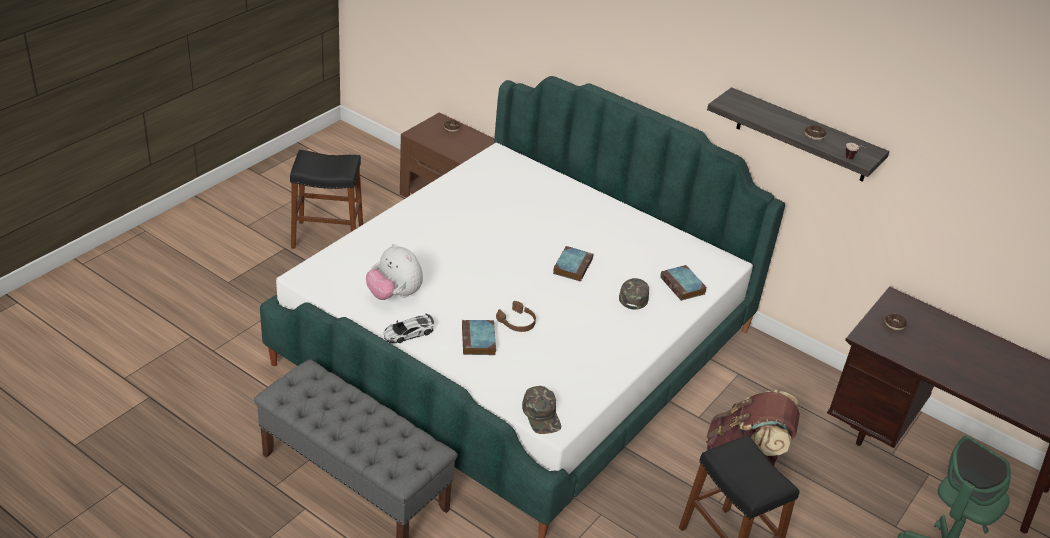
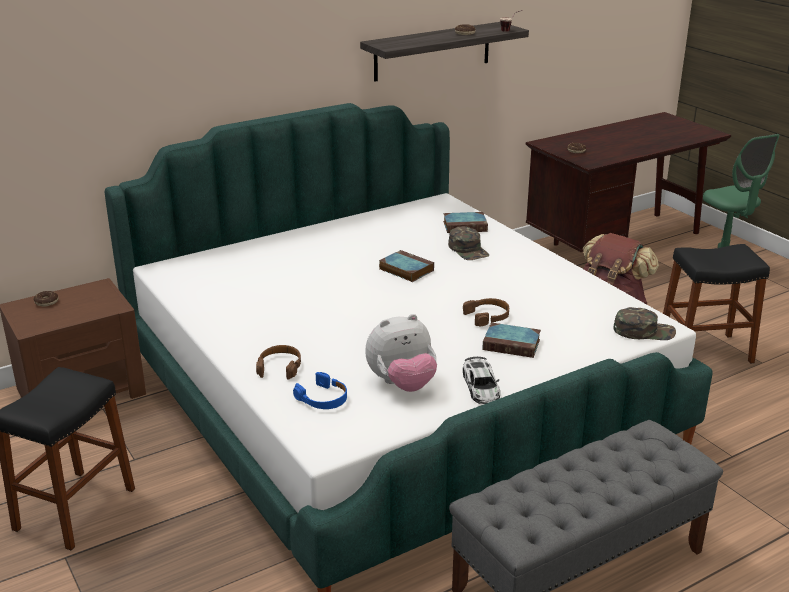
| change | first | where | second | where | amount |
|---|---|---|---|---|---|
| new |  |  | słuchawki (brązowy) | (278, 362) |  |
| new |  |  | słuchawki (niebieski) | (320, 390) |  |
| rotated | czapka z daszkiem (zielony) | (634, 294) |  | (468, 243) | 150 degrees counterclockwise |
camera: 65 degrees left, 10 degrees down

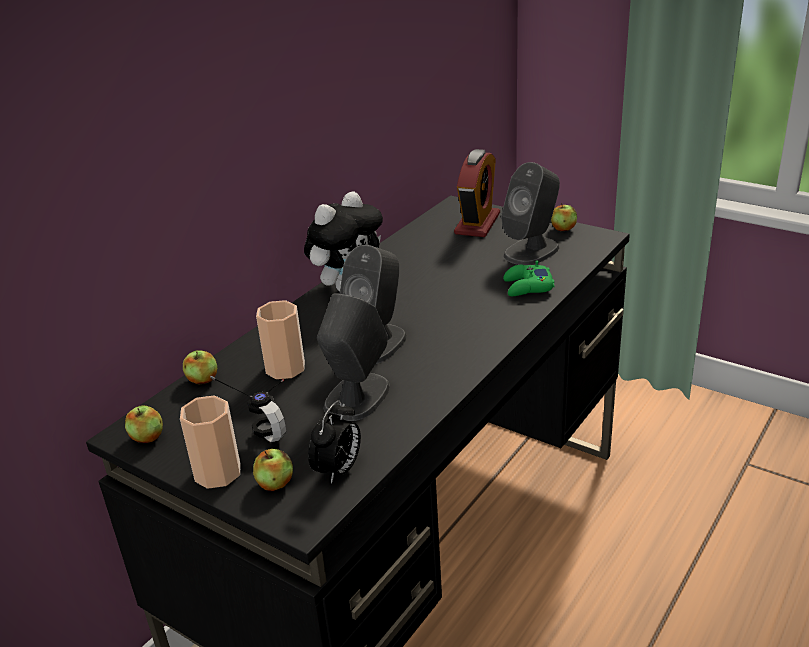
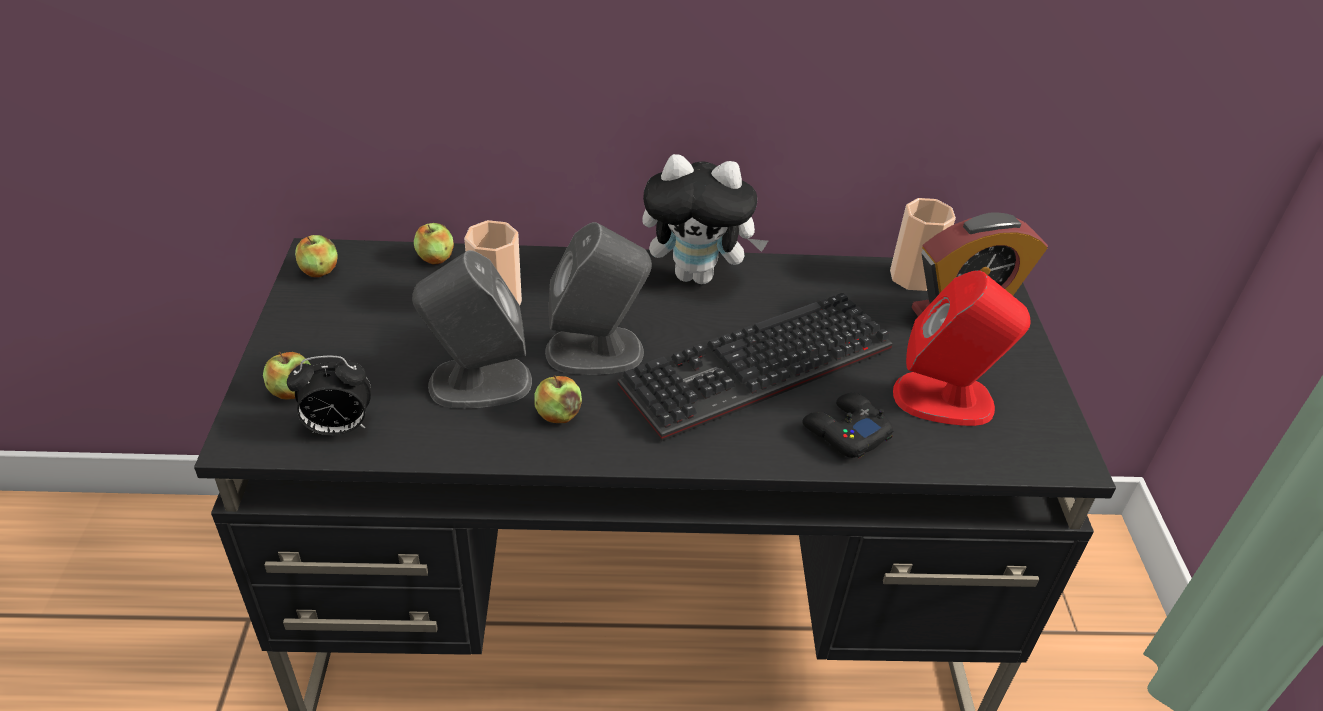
| change | first | where | second | where | amount |
|---|---|---|---|---|---|
| gone | słuchawki | (248, 409) |  |  |  |
| new |  |  | klawiatura | (755, 367) |  |
| shifted | filiżanka | (210, 442) |  | (923, 244) |  |
| shifted | jabłko | (564, 217) |  | (558, 399) |  |
| repainted | głośnik (szary) | (530, 213) | głośnik (czerwony) | (962, 348) |  |
| repainted | pad do gier (zielony) | (529, 278) | pad do gier (czarny) | (848, 425) |  |
camera: 50 degrees right, 10 degrees up

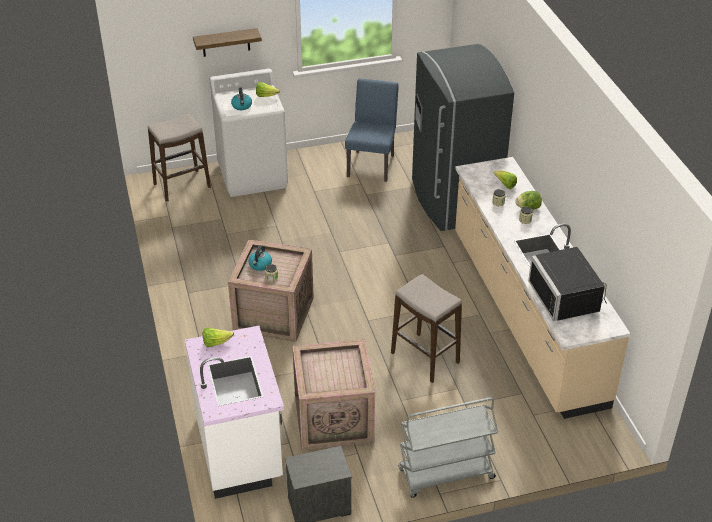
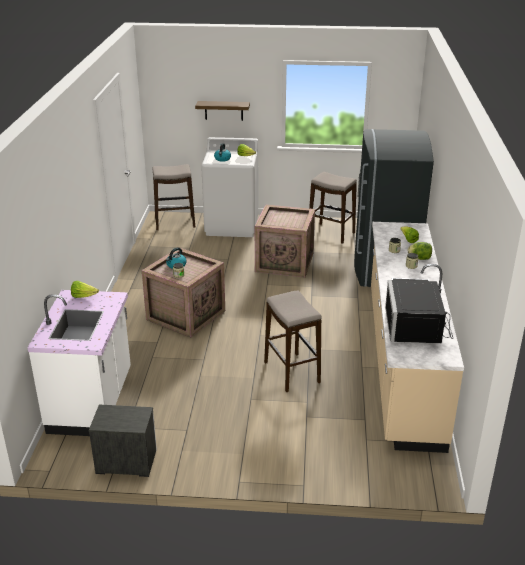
| change | first | where | second | where | amount |
|---|---|---|---|---|---|
| gone | wózek (szary) | (448, 447) |  |  |  |
| shifted | skrzynka | (333, 394) |  | (285, 241) |  |
| swapped | krzesło (niebieski) | (372, 130) | stołek | (333, 208) |  |
camera: 20 degrees right, 10 degrees down

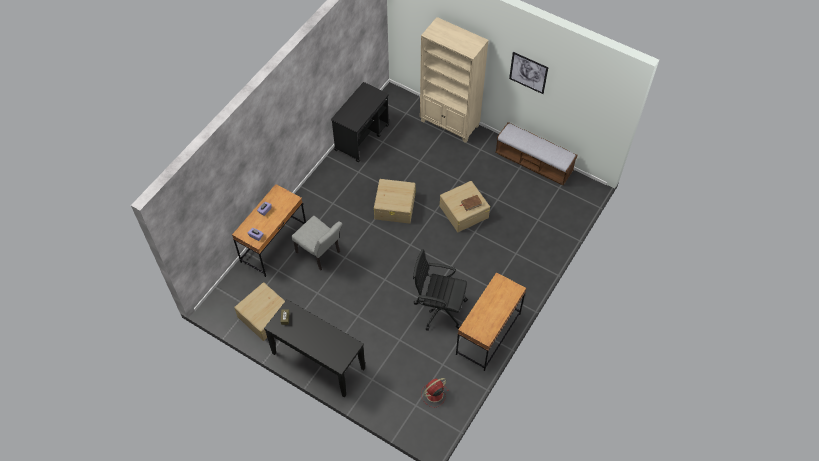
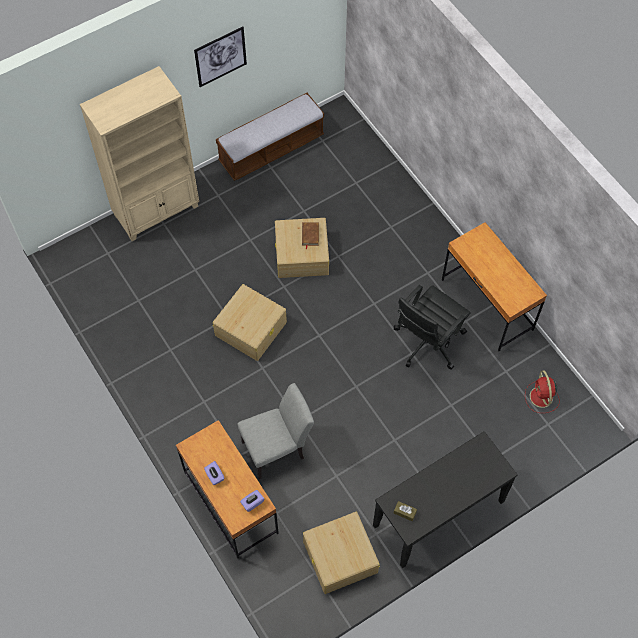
| change | first | where | second | where | amount |
|---|---|---|---|---|---|
| gone | wózek (czarny) | (360, 122) |  |  |  |
camera: 65 degrees left, 5 degrees up

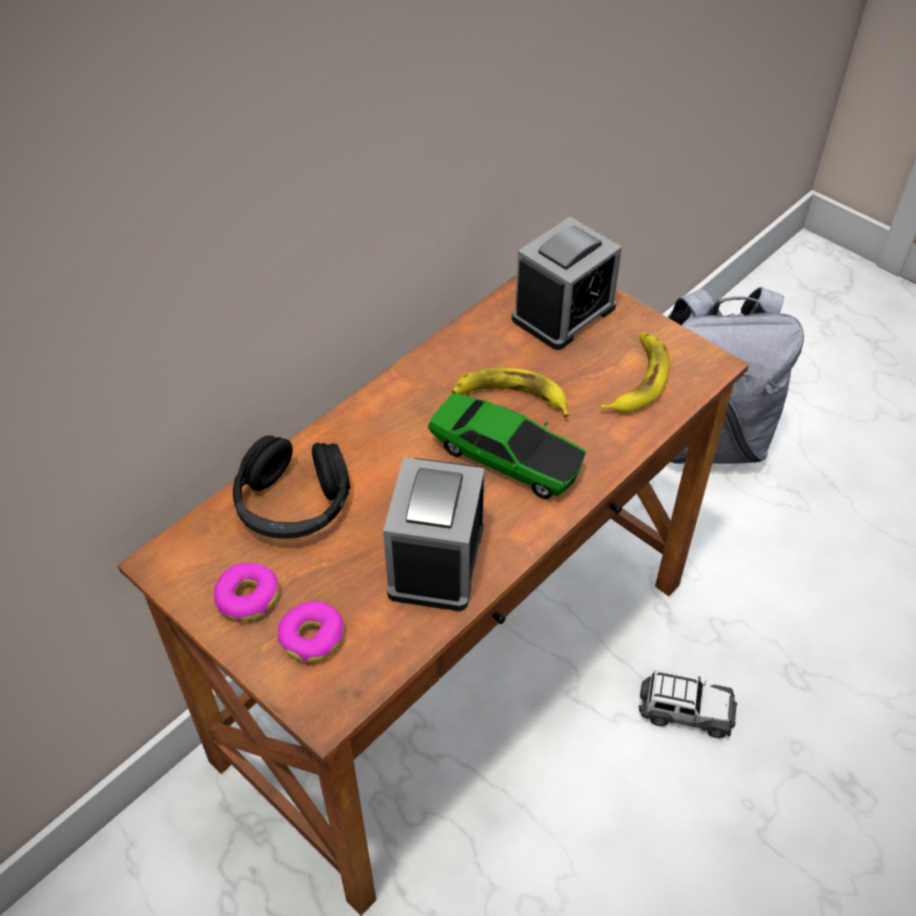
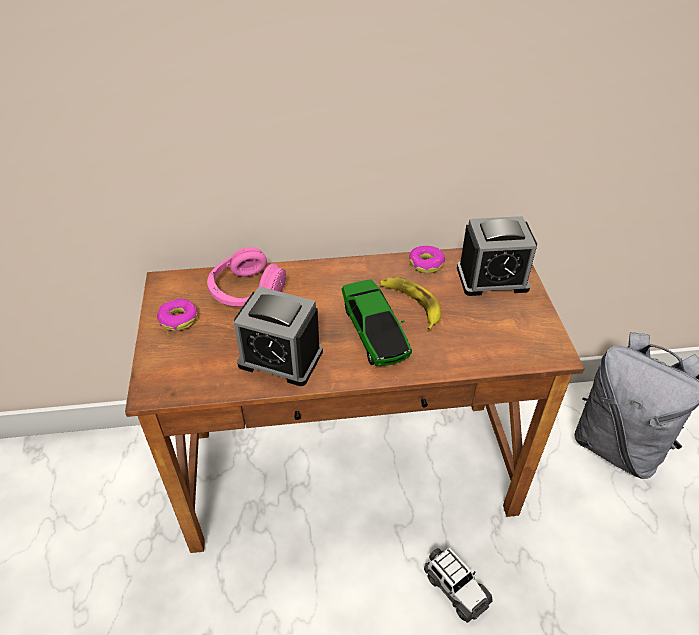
| change | first | where | second | where | amount |
|---|---|---|---|---|---|
| gone | banan | (634, 373) |  |  |  |
| shifted | donut | (311, 632) |  | (427, 259) |  |
| repainted | słuchawki (czarny) | (291, 487) | słuchawki (różowy) | (246, 276) |  |
| rotated | budzik | (434, 534) |  | (278, 336) | 120 degrees counterclockwise |
camera: 40 degrees right, 5 degrees down

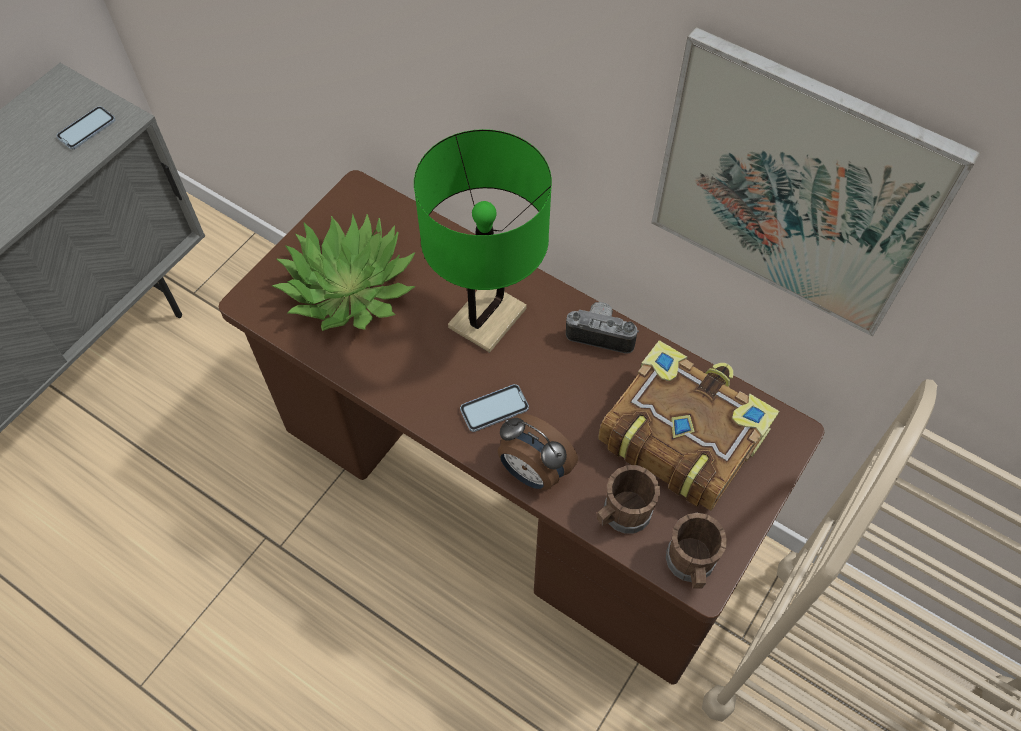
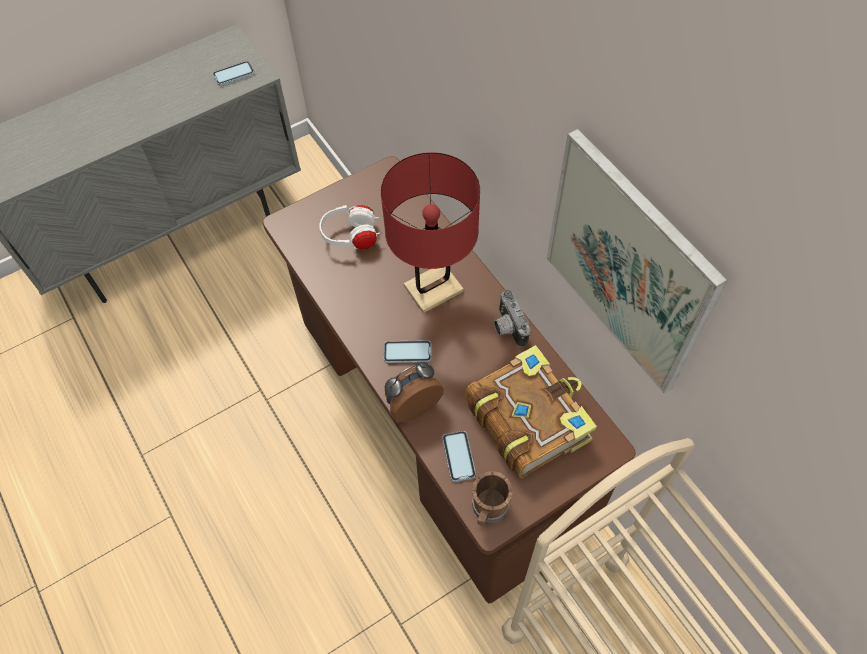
| change | first | where | second | where | amount |
|---|---|---|---|---|---|
| swapped | roślina doniczkowa | (343, 272) | słuchawki (biały) | (349, 227) |  |
| swapped | kubek (brązowy) | (628, 499) | telefon | (459, 456) |  |
| repainted | lampa stołowa (zielony) | (483, 241) | lampa stołowa (czerwony) | (430, 232) |  |
| rotated | budzik | (538, 452) |  | (414, 392) | 90 degrees clockwise |
| rotated | aparat fotograficzny | (602, 328) |  | (512, 318) | 150 degrees counterclockwise |
camera: 25 degrees right, 0 degrees up

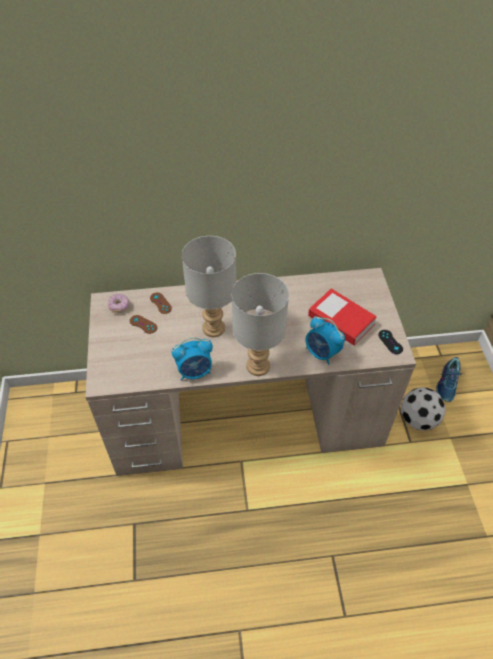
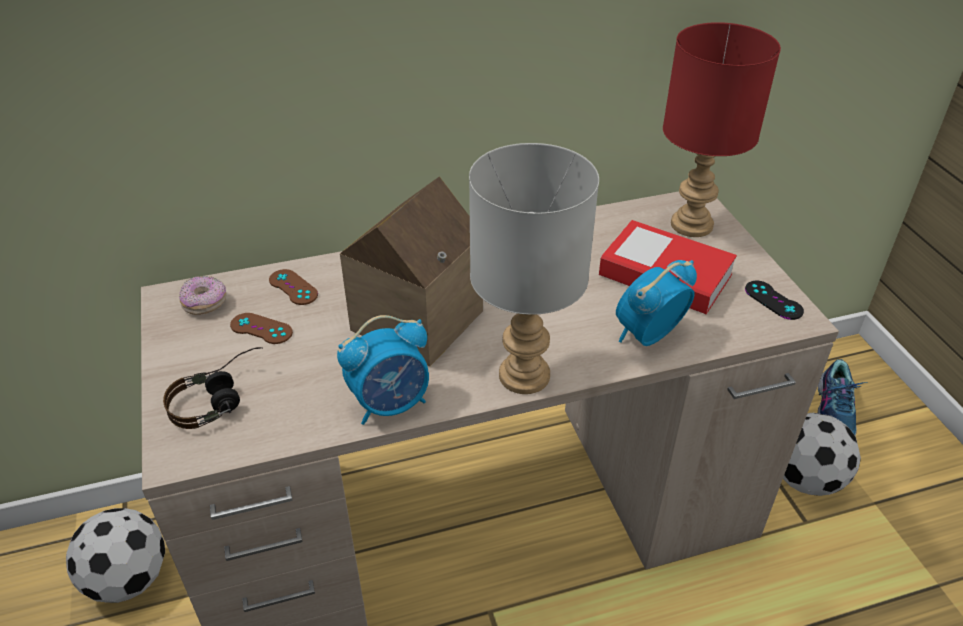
| change | first | where | second | where | amount |
|---|---|---|---|---|---|
| new |  |  | piłka futbolowa | (115, 555) |  |
| new |  |  | słuchawki | (213, 388) |  |
| new |  |  | lampa stołowa (czerwony) | (722, 129) |  |
| swapped | lampa stołowa (szary) | (209, 286) | domek | (411, 271) |  |
| rotated | budzik | (325, 340) |  | (656, 303) | 105 degrees clockwise |
camera: 10 degrees left, 10 degrees down

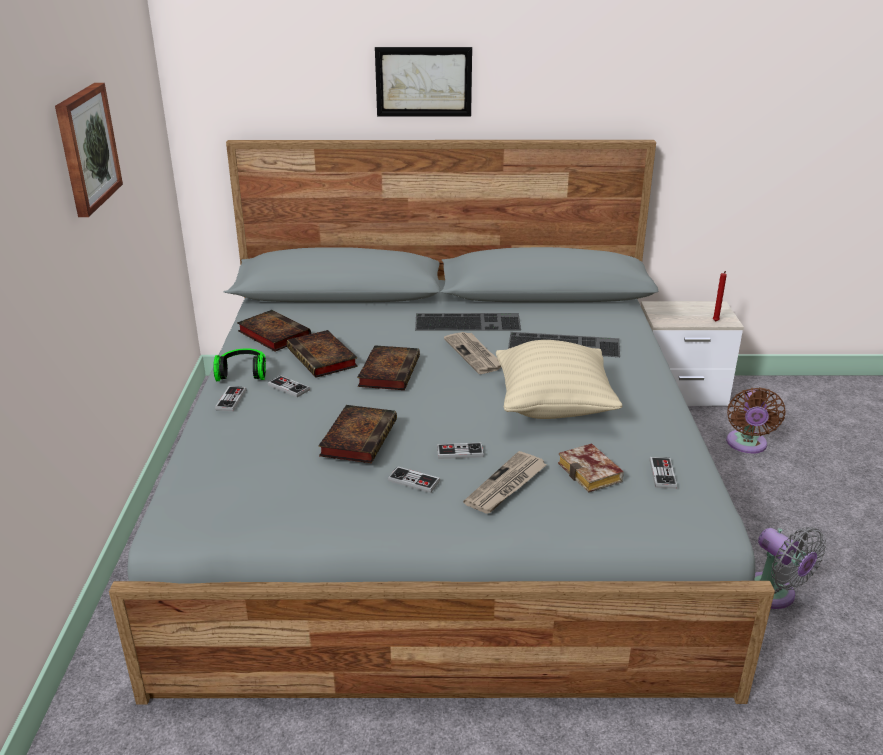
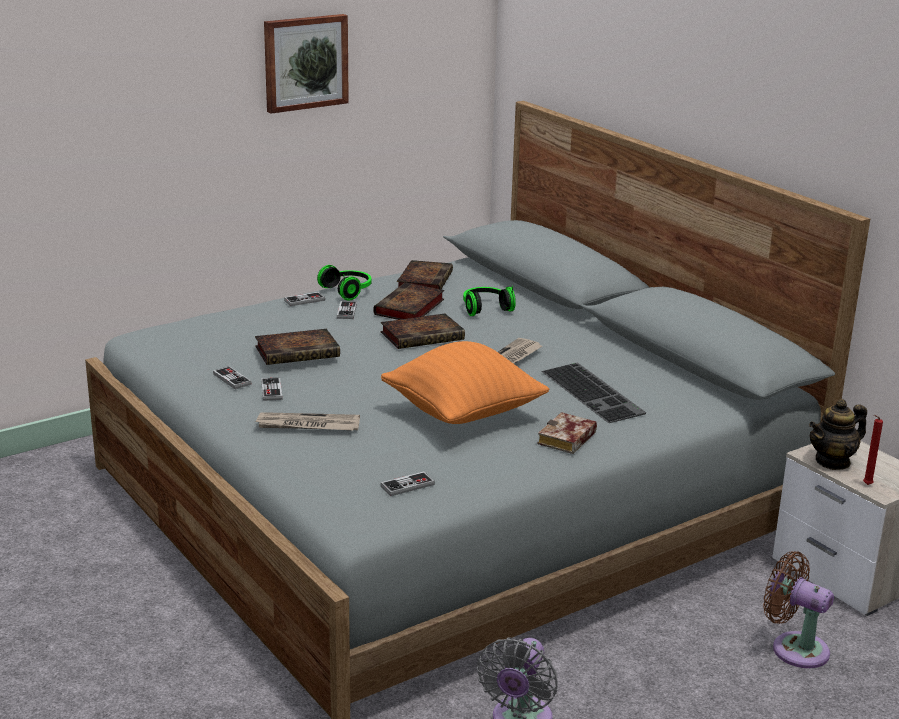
| change | first | where | second | where | amount |
|---|---|---|---|---|---|
| gone | obraz | (423, 82) |  |  |  |
| gone | klawiatura | (468, 321) |  |  |  |
| new |  |  | słuchawki | (489, 301) |  |
| new |  |  | imbryk | (838, 434) |  |
| shifted | pad do gier | (460, 451) |  | (232, 377) |  |
| shifted | książka | (591, 468) |  | (567, 433) |  |
| repainted | poduszka (beżowy) | (559, 379) | poduszka (pomarańczowy) | (465, 382) |  |
| rotated | wentylator (brązowy) | (755, 420) |  | (798, 609) | 60 degrees clockwise |
camera: 55 degrees right, 5 degrees down

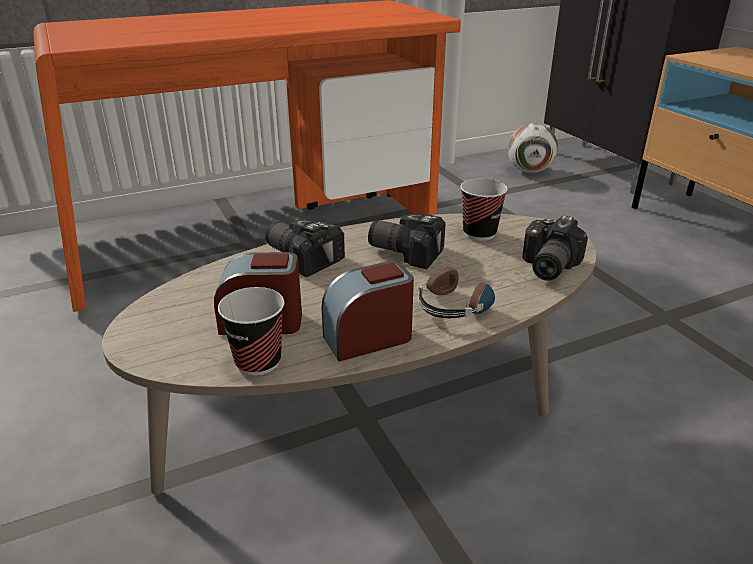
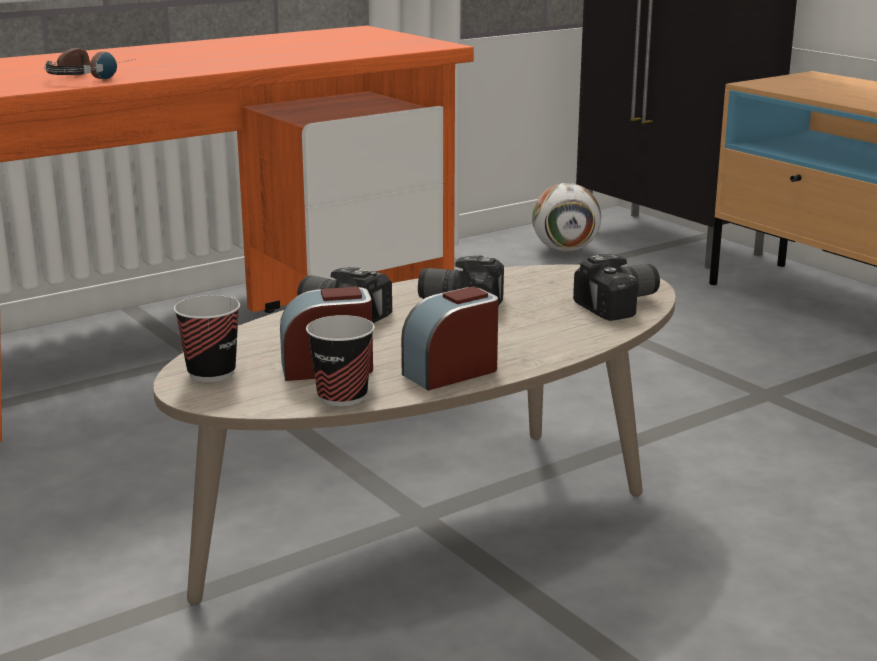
| change | first | where | second | where | amount |
|---|---|---|---|---|---|
| shifted | słuchawki | (461, 292) |  | (90, 63) |  |
| shifted | filiżanka | (484, 209) |  | (207, 338) |  |
| rotated | aparat fotograficzny | (555, 248) |  | (616, 287) | 135 degrees counterclockwise |
camera: 10 degrees left, 10 degrees down

